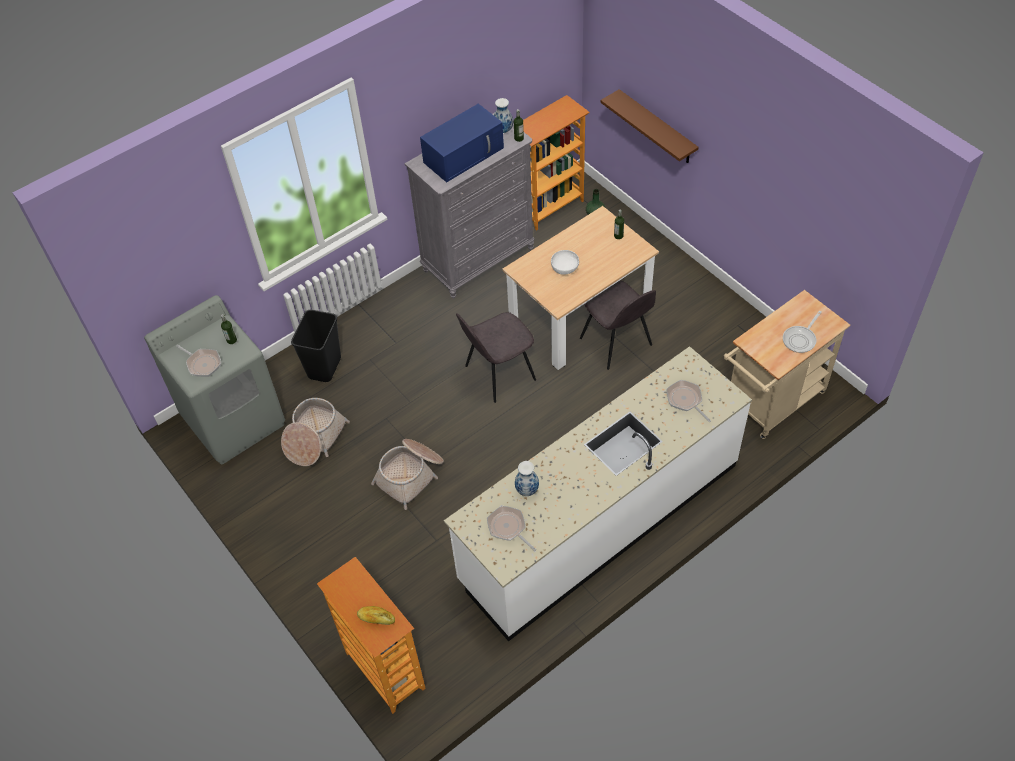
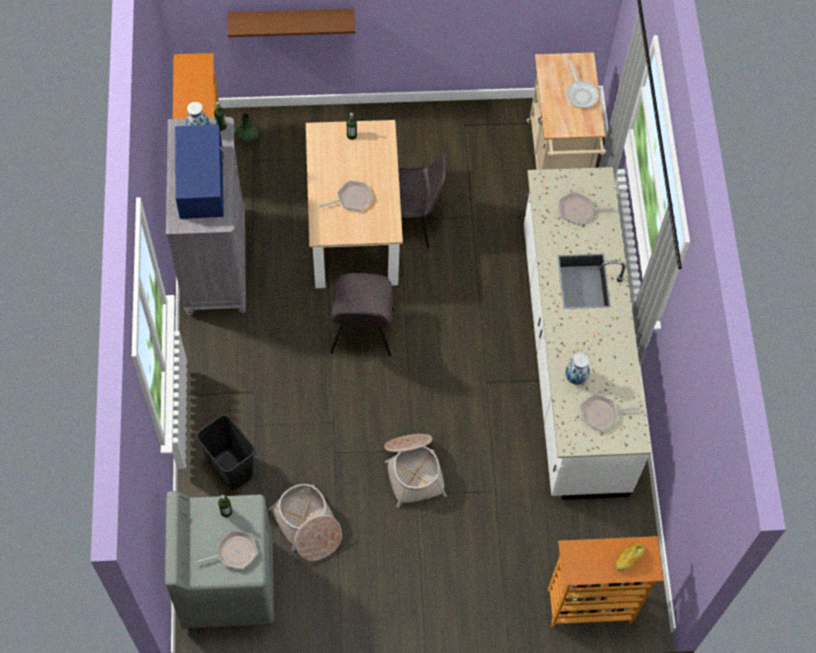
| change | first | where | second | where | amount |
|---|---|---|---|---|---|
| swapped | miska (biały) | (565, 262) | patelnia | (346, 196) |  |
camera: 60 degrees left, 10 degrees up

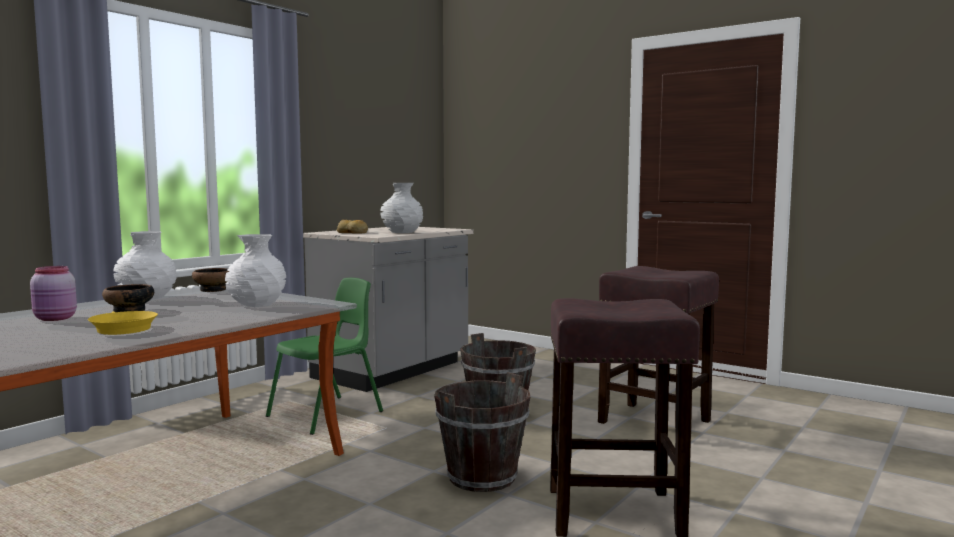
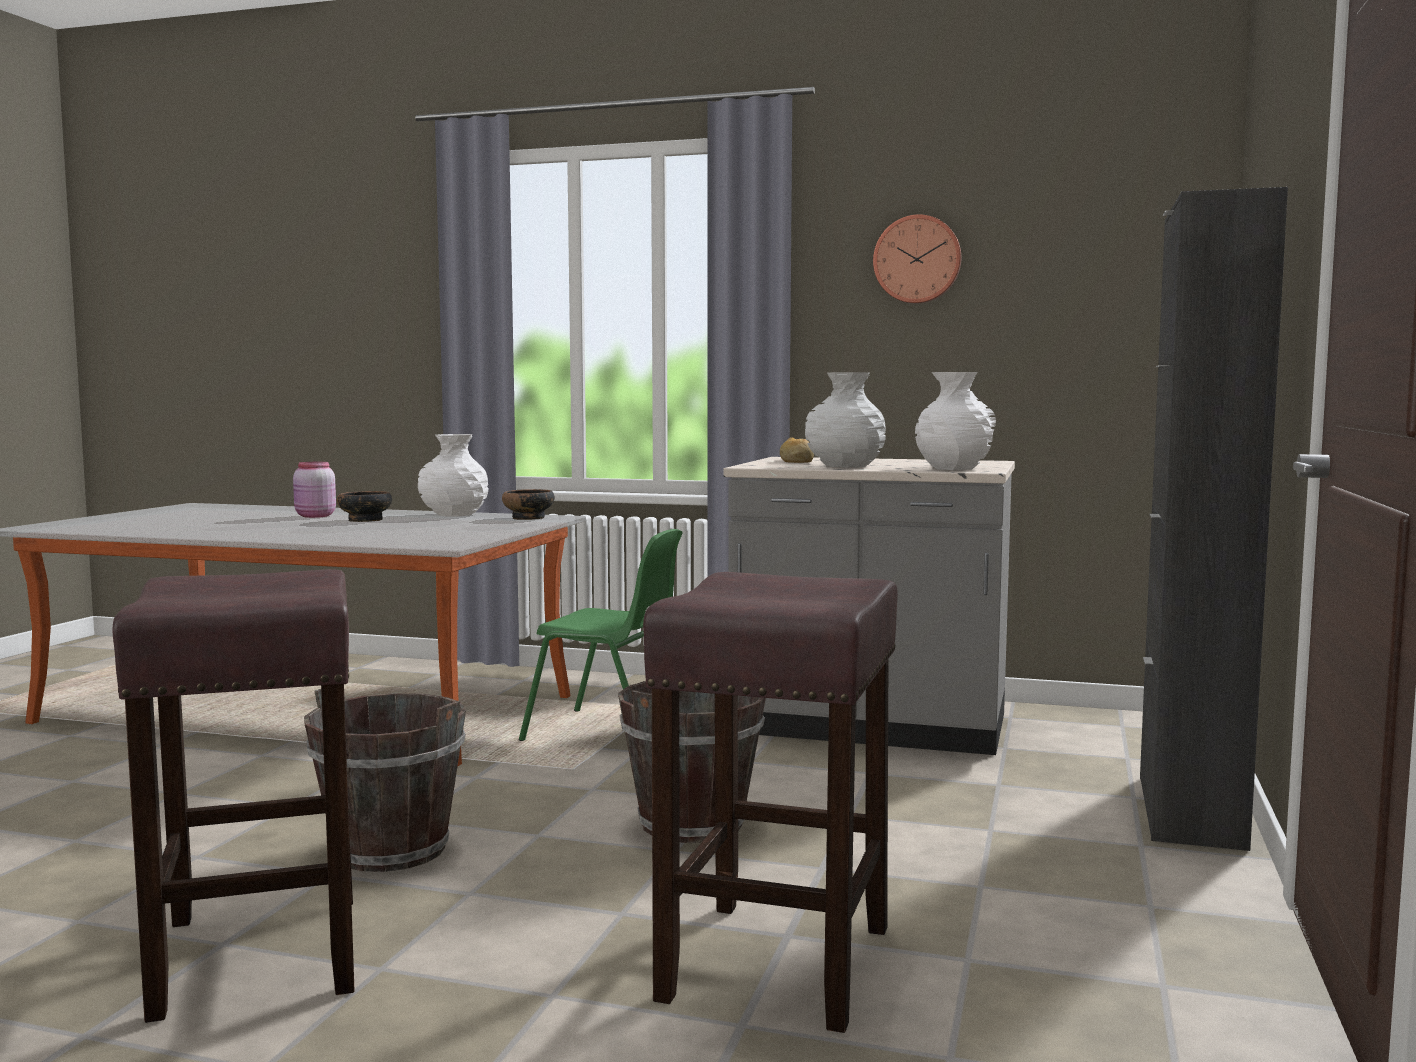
| change | first | where | second | where | amount |
|---|---|---|---|---|---|
| gone | patelnia (żółty) | (123, 323) |  |  |  |
| new |  |  | zegar ścienny | (917, 259) |  |
| new |  |  | szafka (czarny) | (1214, 519) |  |
| shifted | wazon (biały) | (255, 270) |  | (955, 421) |  |
camera: 70 degrees right, 0 degrees up

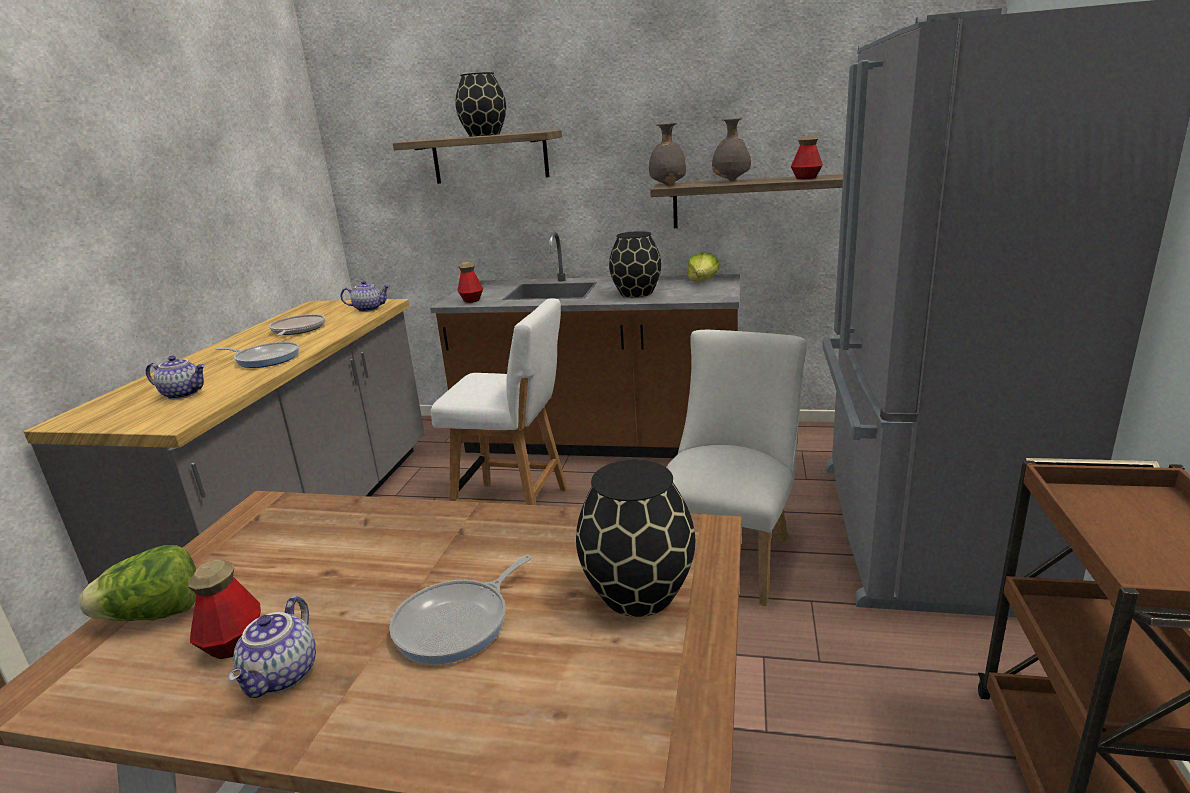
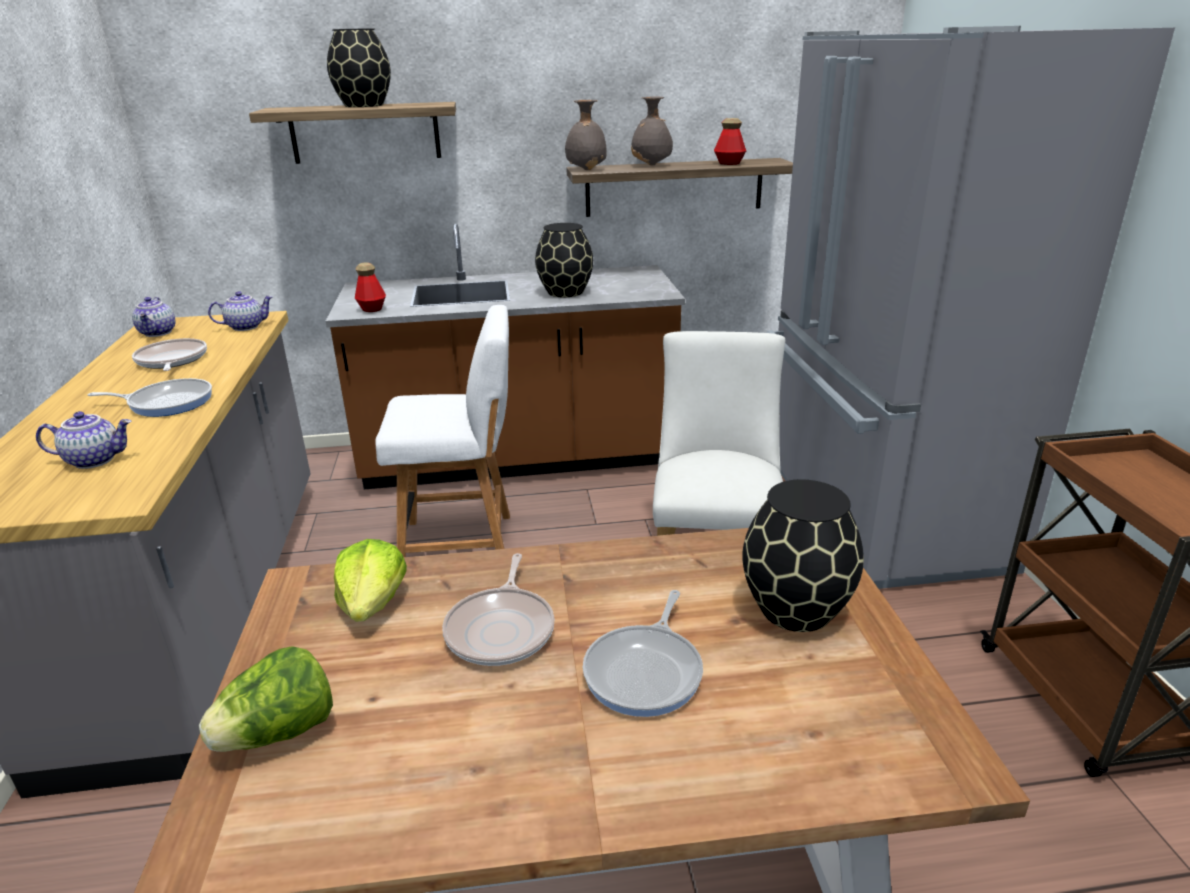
| change | first | where | second | where | amount |
|---|---|---|---|---|---|
| gone | butelka | (224, 609) |  |  |  |
| new |  |  | patelnia | (498, 609) |  |
| shifted | imbryk | (272, 647) |  | (154, 317) |  |
| shifted | sałata | (703, 266) |  | (370, 580) |  |
camera: 20 degrees left, 5 degrees up

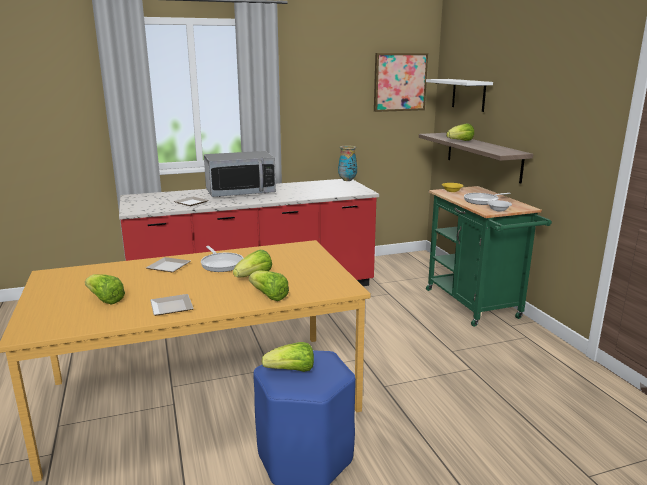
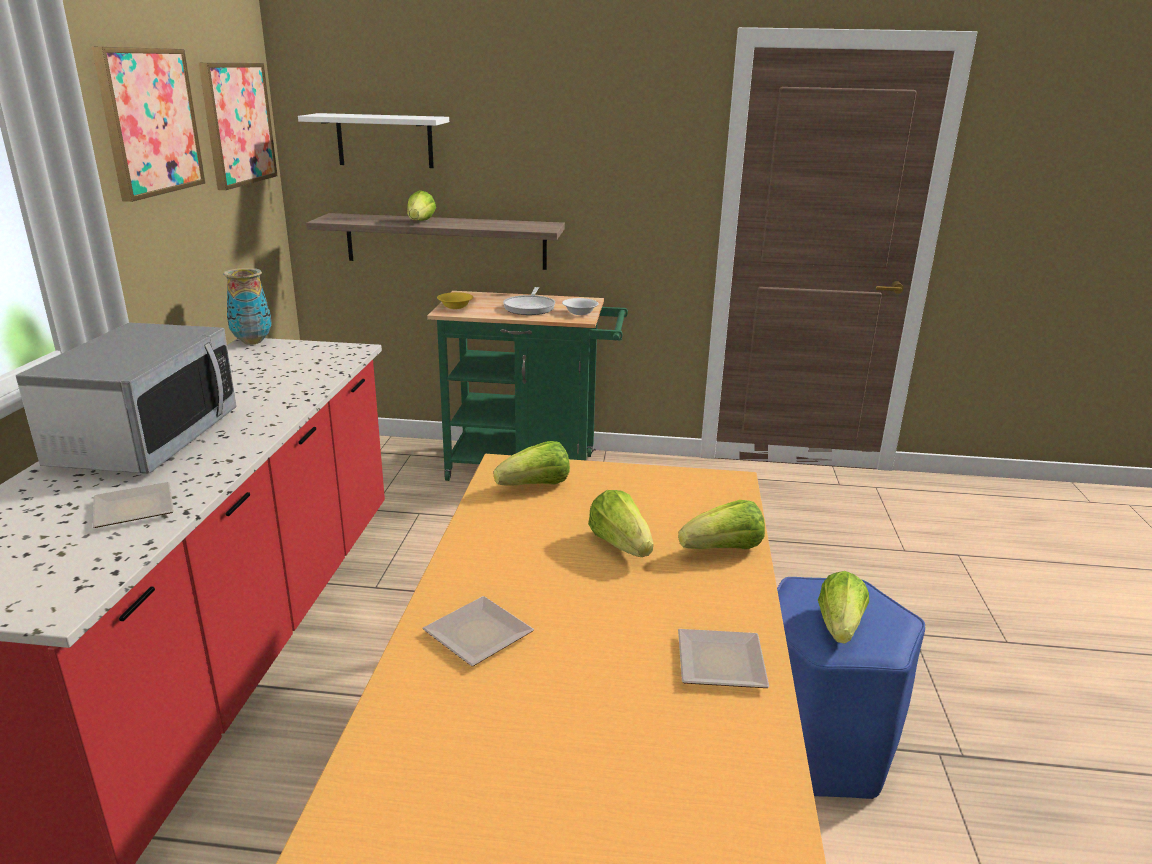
| change | first | where | second | where | amount |
|---|---|---|---|---|---|
| gone | patelnia | (222, 259) |  |  |  |
| new |  |  | obraz | (148, 124) |  |
| shifted | sałata | (105, 289) |  | (532, 463) |  |
camera: 65 degrees left, 5 degrees up

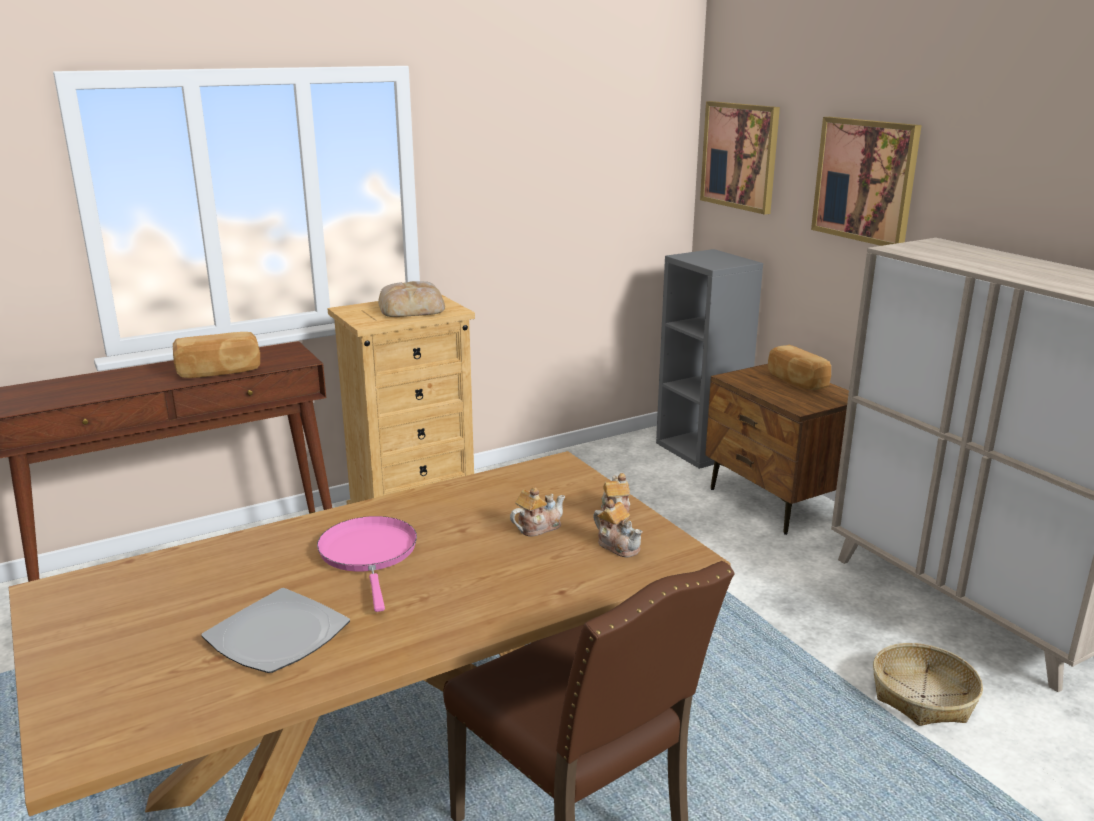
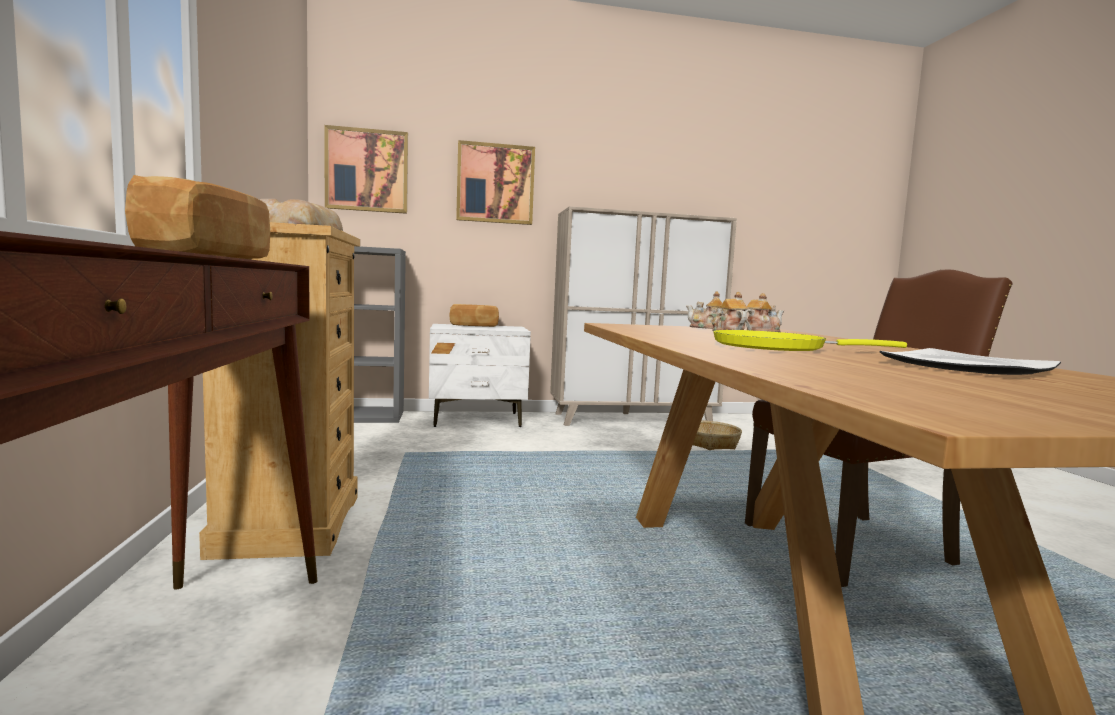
| change | first | where | second | where | amount |
|---|---|---|---|---|---|
| repainted | patelnia (różowy) | (367, 564) | patelnia (żółty) | (810, 340) |  |
| repainted | szafka nocna (brązowy) | (777, 449) | szafka nocna (biały) | (480, 375) |  |
camera: 70 degrees left, 15 degrees down

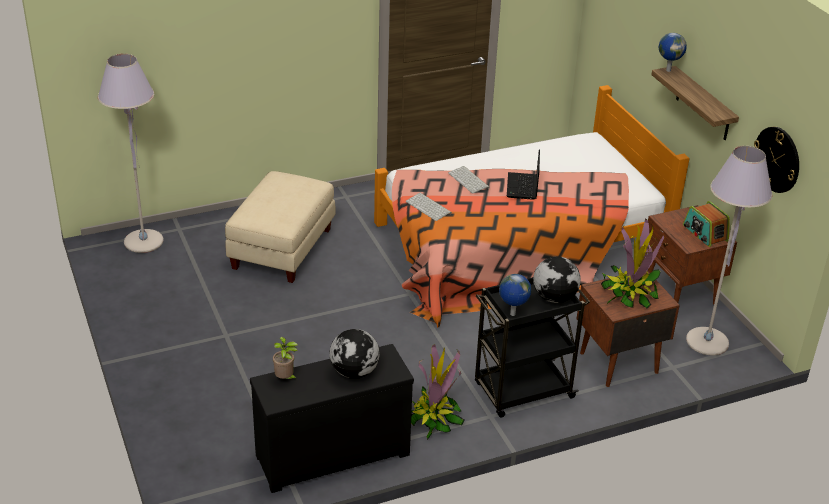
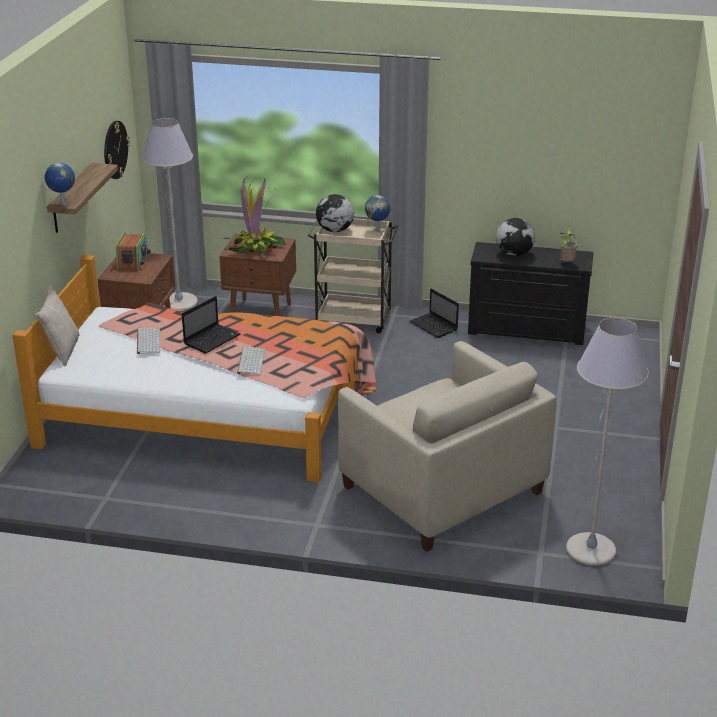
| change | first | where | second | where | amount |
|---|---|---|---|---|---|
| new |  |  | poduszka (beżowy) | (57, 325) |  |
| shifted | klawiatura | (429, 206) |  | (148, 341) |  |
| swapped | pufa (beżowy) | (280, 227) | fotel (beżowy) | (447, 446) |  |
| swapped | roślina doniczkowa | (438, 392) | laptop | (434, 313) |  |
| repainted | wózek (czarny) | (532, 347) | wózek (beżowy) | (353, 275) |  |
camera: 145 degrees left, 5 degrees down

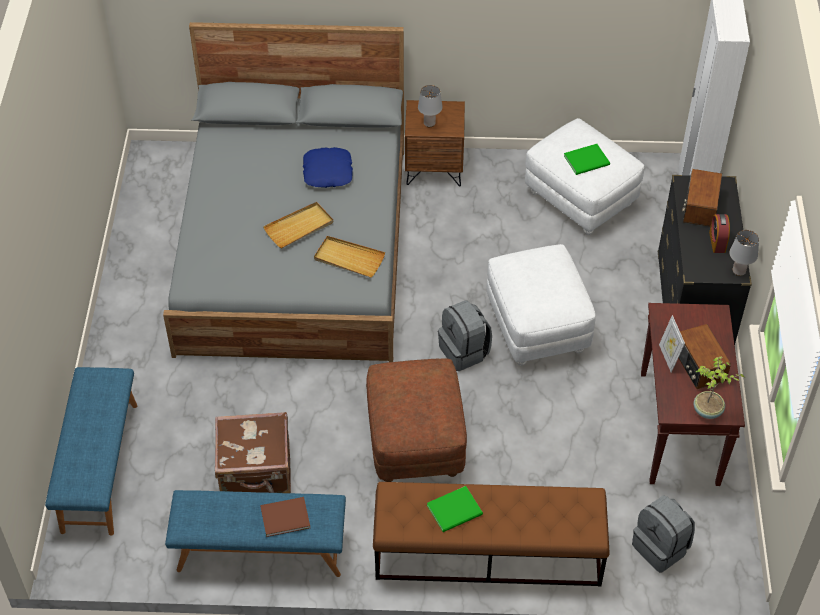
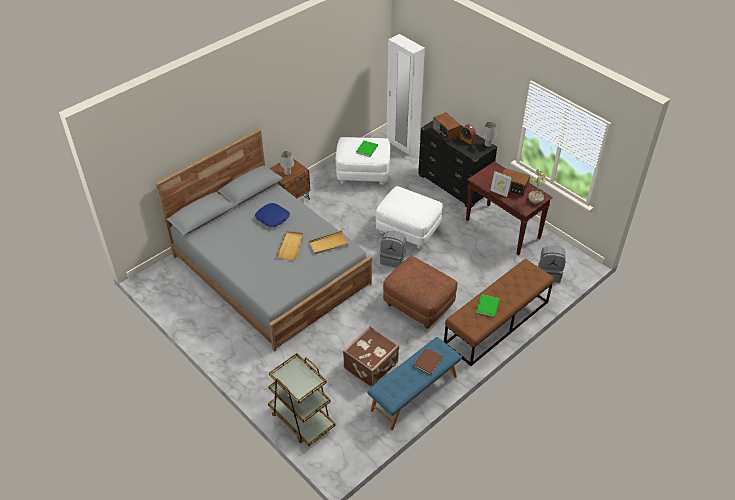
| change | first | where | second | where | amount |
|---|---|---|---|---|---|
| swapped | ławka (niebieski) | (91, 451) | wózek (brązowy) | (301, 399) |  |
camera: 45 degrees left, 5 degrees down

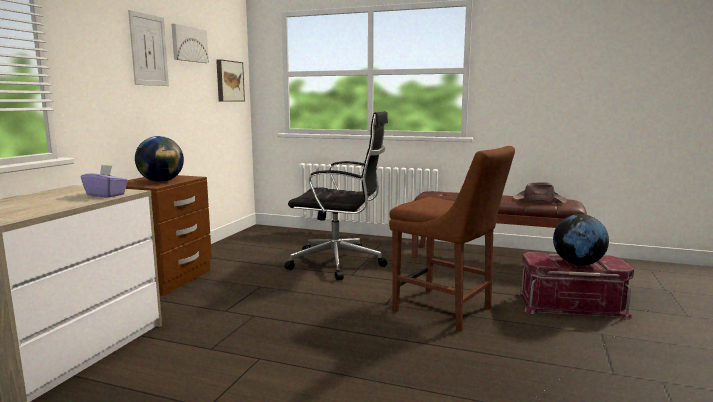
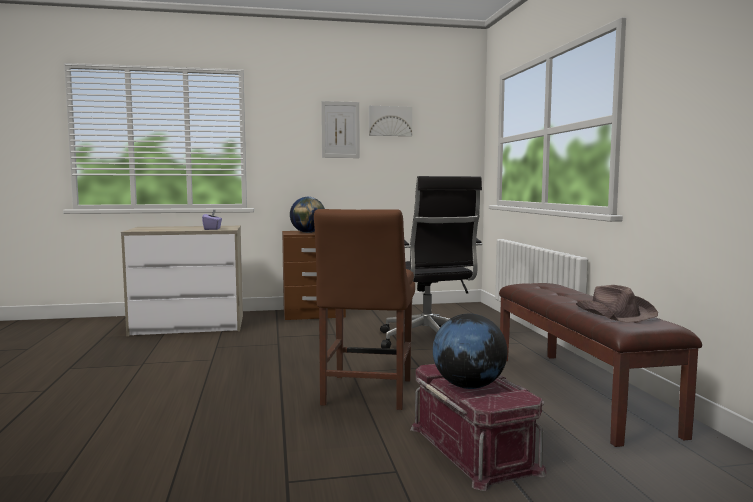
| change | first | where | second | where | amount |
|---|---|---|---|---|---|
| gone | obraz | (230, 80) |  |  |  |
camera: 60 degrees right, 5 degrees down

